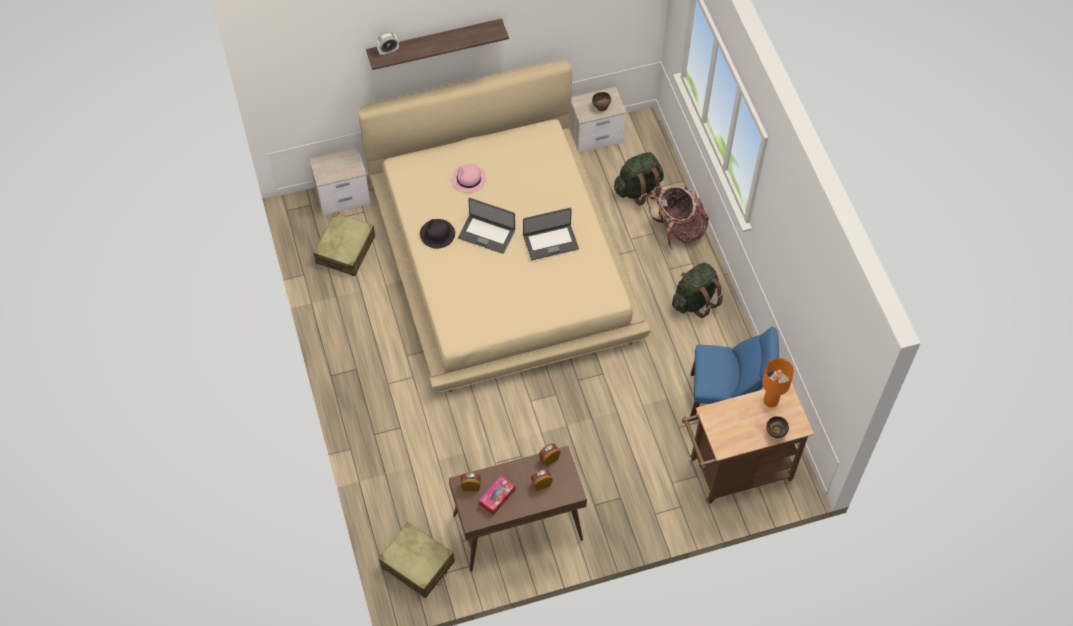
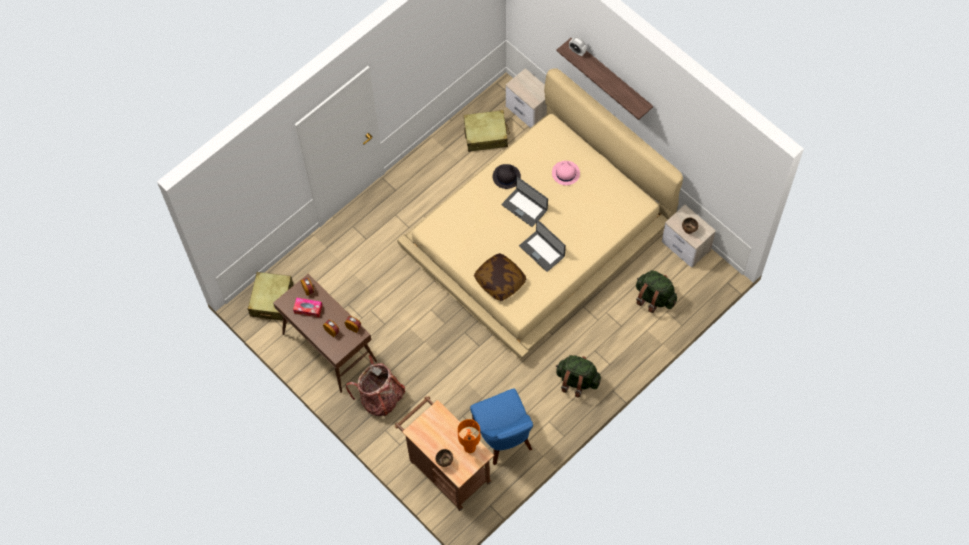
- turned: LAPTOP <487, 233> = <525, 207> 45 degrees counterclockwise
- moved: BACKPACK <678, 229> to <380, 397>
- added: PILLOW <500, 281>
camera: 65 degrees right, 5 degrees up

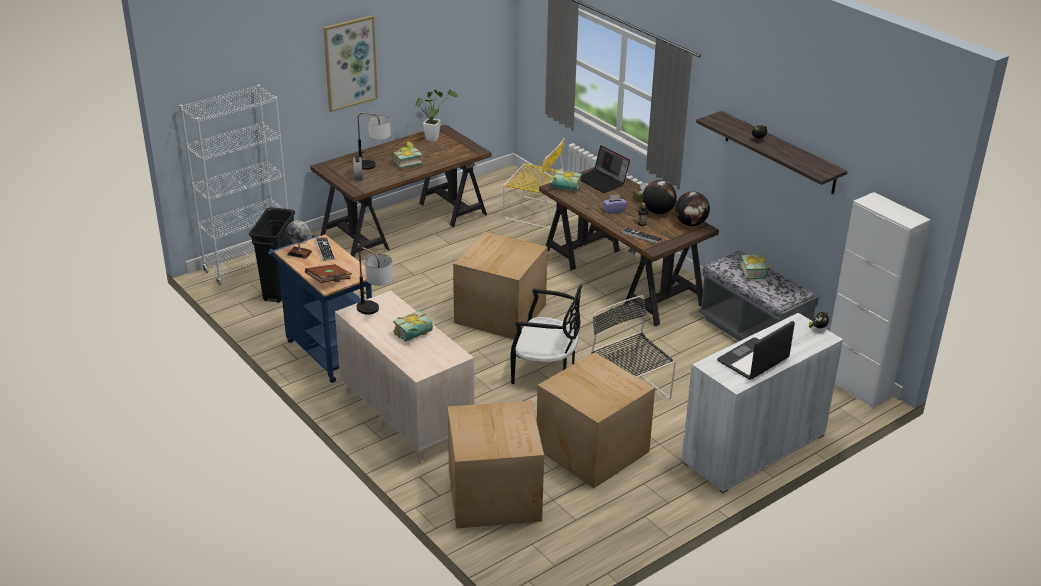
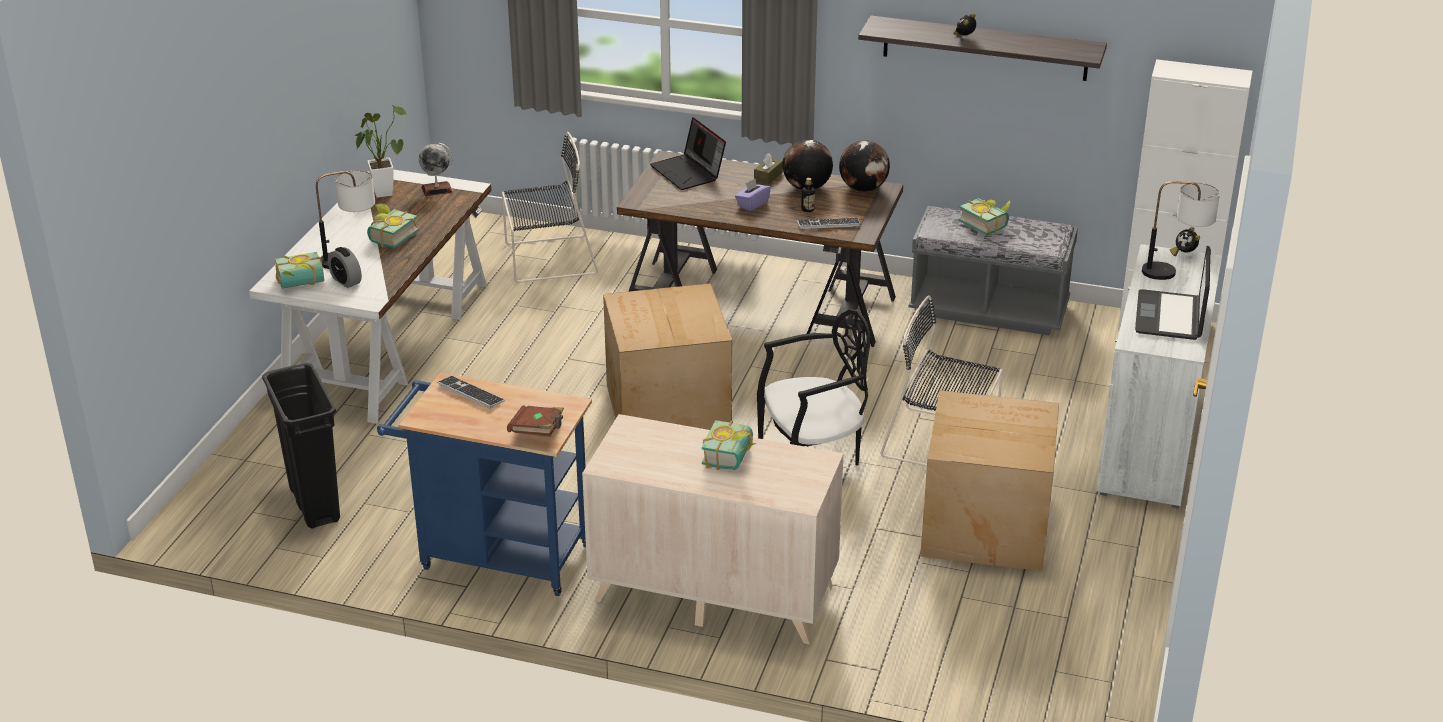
- removed: WHITE BOOKCASE <249, 266>
- moved: GLOBE <299, 253> to <437, 189>
- recoloured: BROWN DESK <404, 225> to WHITE DESK <387, 343>
- removed: PICTURE <350, 63>
- moved: TABLE LAMP <375, 312> to <1175, 273>
- removed: CARDBOARD BOX <495, 494>
- recoloured: YELLOW CHAIR <534, 212> to BLACK CHAIR <547, 259>
- moved: BOOK <565, 188> to <302, 284>
- turned: LAPTOP <602, 181> = <689, 172> 45 degrees clockwise
camera: 35 degrees left, 0 degrees up

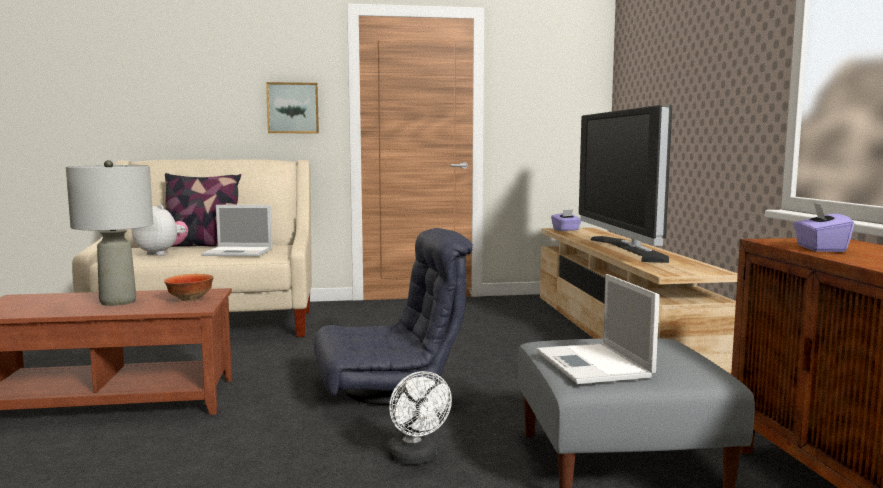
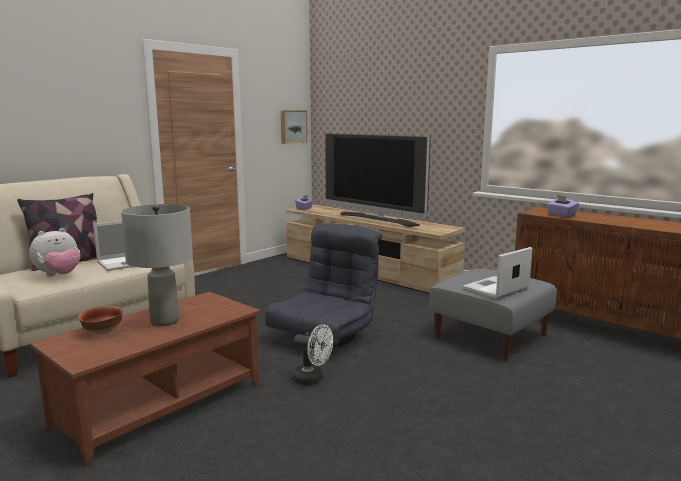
- turned: PLUSH TOY <161, 253> = <59, 275> 150 degrees clockwise
- moved: BOWL <190, 299> to <103, 331>
- moved: PICTURE <293, 108> to <293, 127>
- moved: WHITE FAN <416, 458> to <312, 379>
- turned: LAPTOP <594, 365> = <495, 288> 105 degrees clockwise
camera: 40 degrees left, 5 degrees up

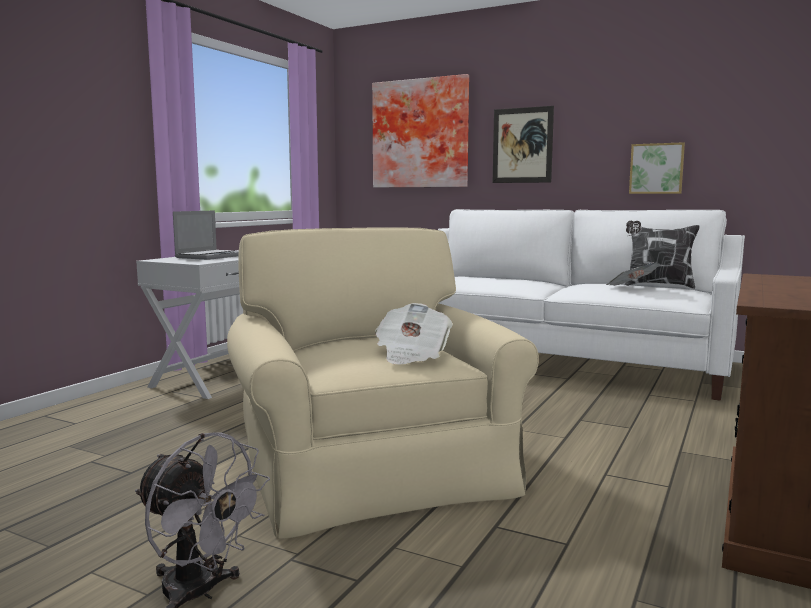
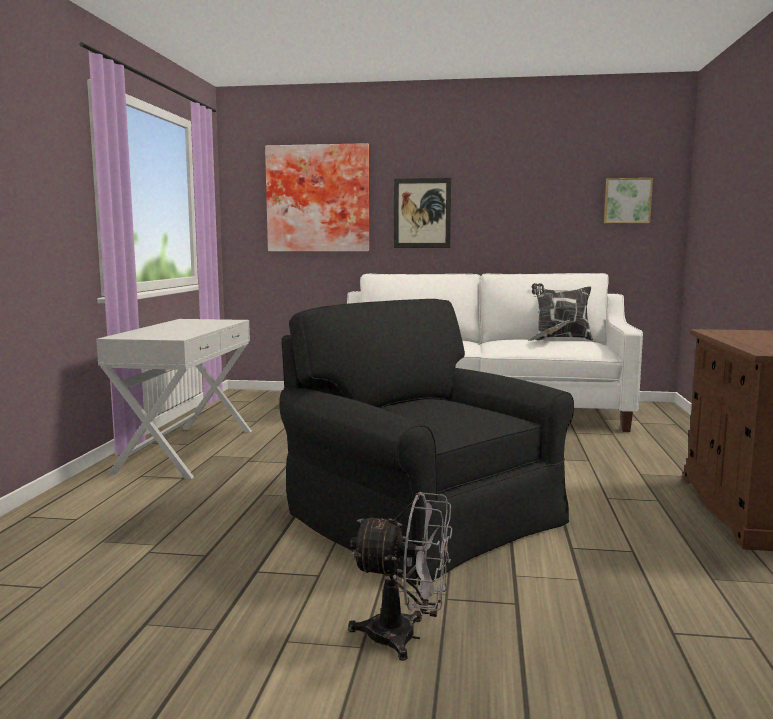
- removed: LAPTOP <211, 256>
- recoloured: BEIGE ARMCHAIR <370, 466> to BLACK ARMCHAIR <422, 517>
- removed: NEWSPAPER <411, 355>
- moved: PICTURE <656, 168> to <627, 201>
camera: 20 degrees left, 0 degrees up

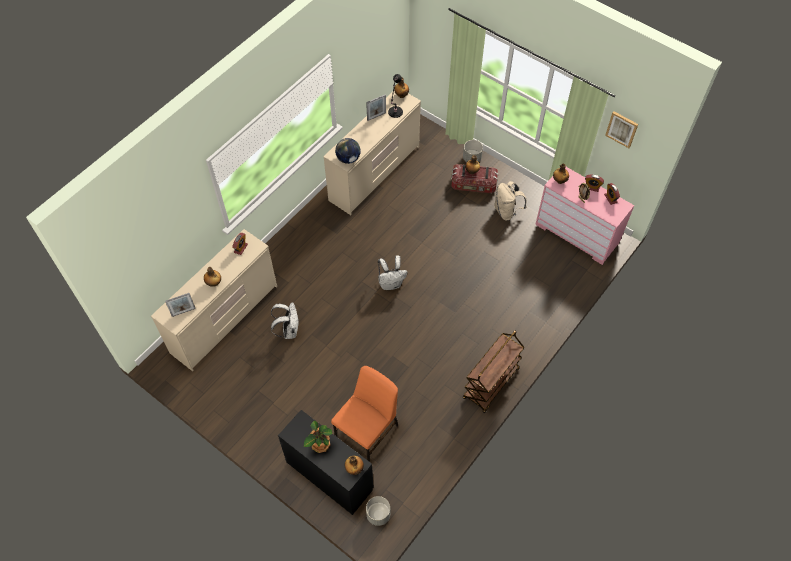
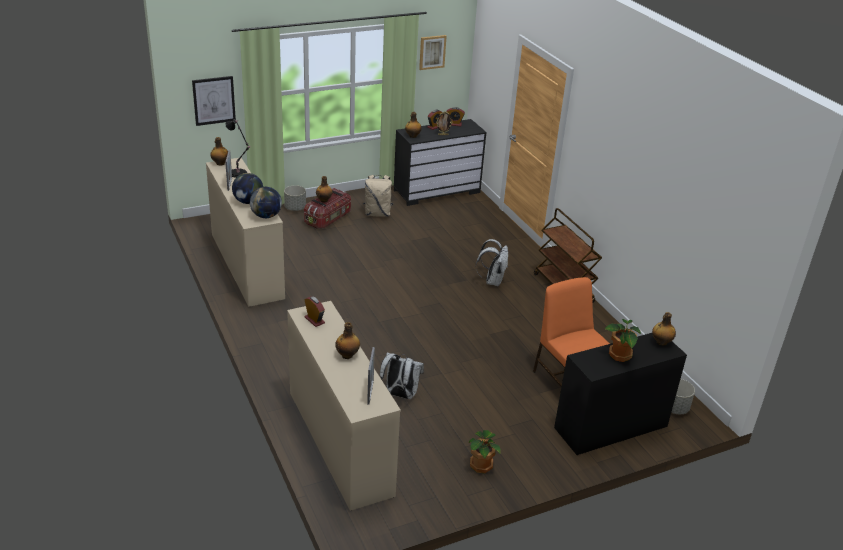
- moved: WHITE BACKPACK <391, 284> to <492, 281>
- recoloured: PINK DRESSER <577, 234> to BLACK DRESSER <437, 191>
- added: PICTURE <214, 100>
- added: GLOBE <248, 202>
- added: POTTED PLANT <482, 465>
camera: 65 degrees left, 25 degrees down

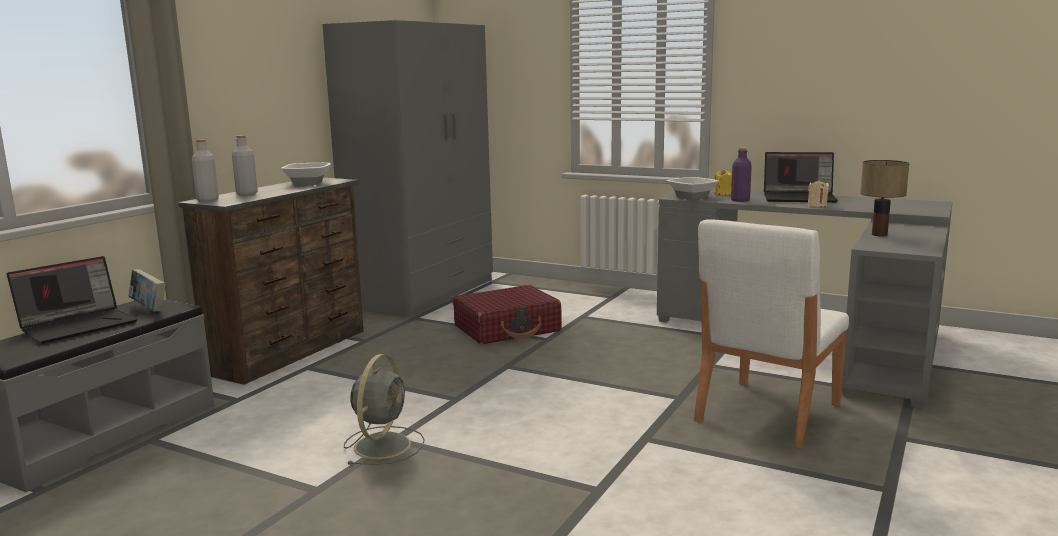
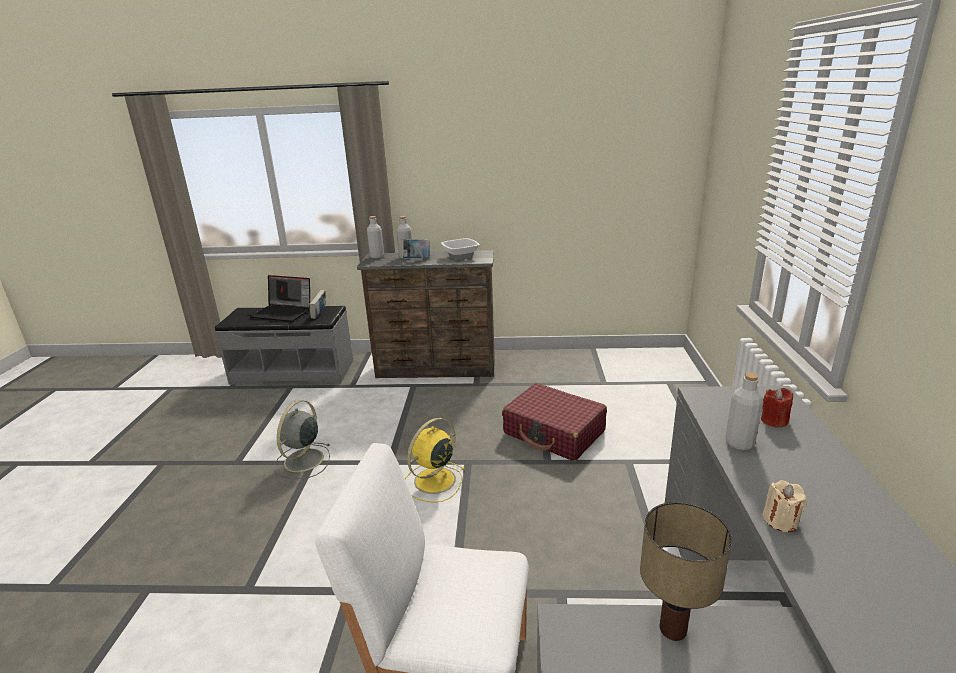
- removed: GREY WARDROBE <424, 293>
- turned: GREY FAN <383, 445> = <302, 461> 120 degrees clockwise
- removed: BOWL <692, 197>
- recoloured: YELLOW CANDLE <722, 193> to RED CANDLE <774, 421>
- recoloured: PURPLE BOTTLE <740, 200> to GREY BOTTLE <739, 443>
- removed: LAPTOP <800, 198>
- added: BOOK <416, 260>
- added: YELLOW FAN <433, 481>
camera: 65 degrees right, 10 degrees up

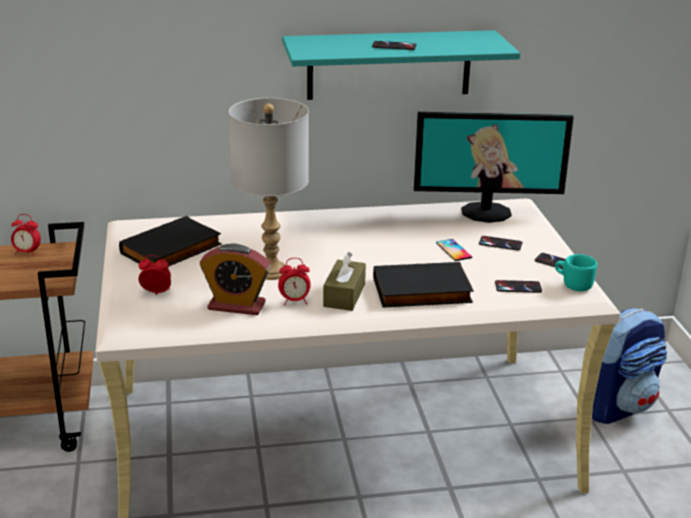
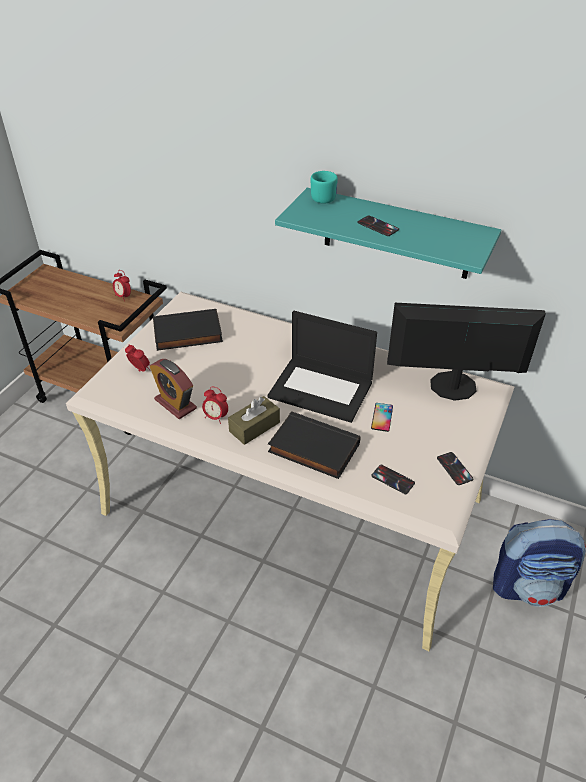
- removed: GREY TABLE LAMP <271, 272>
- turned: MONITOR <486, 212> = <452, 386> 150 degrees clockwise
- removed: PHONE <500, 243>
- moved: TURQUOISE MUG <573, 284> to <322, 197>
- added: LAPTOP <322, 389>
camera: 35 degrees right, 15 degrees up

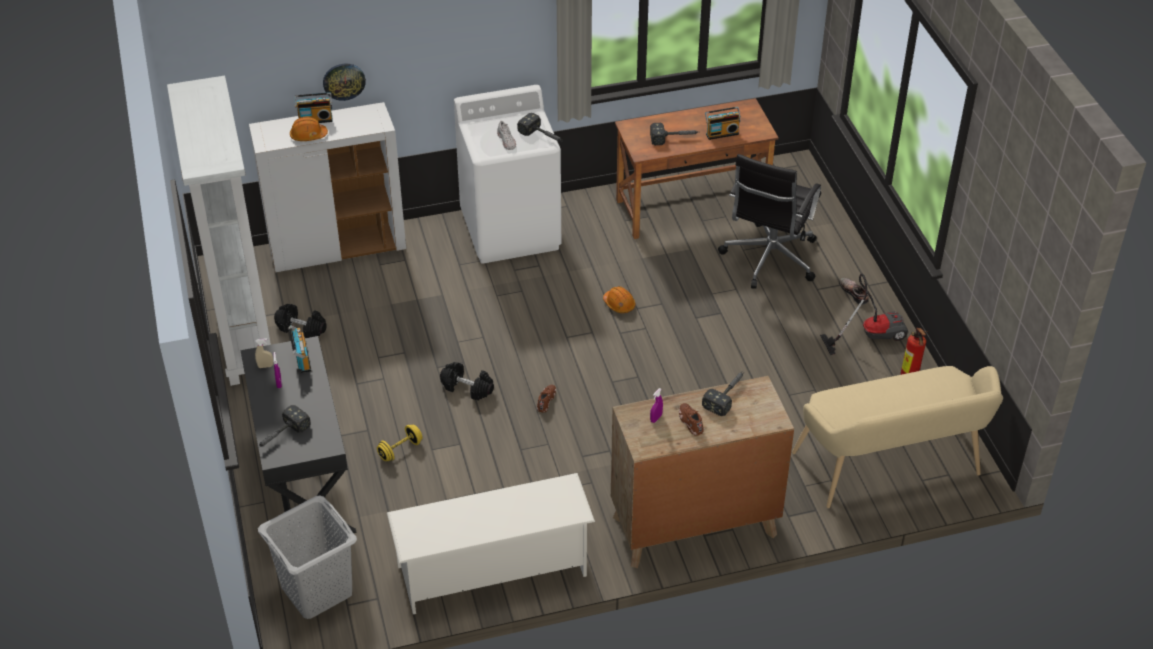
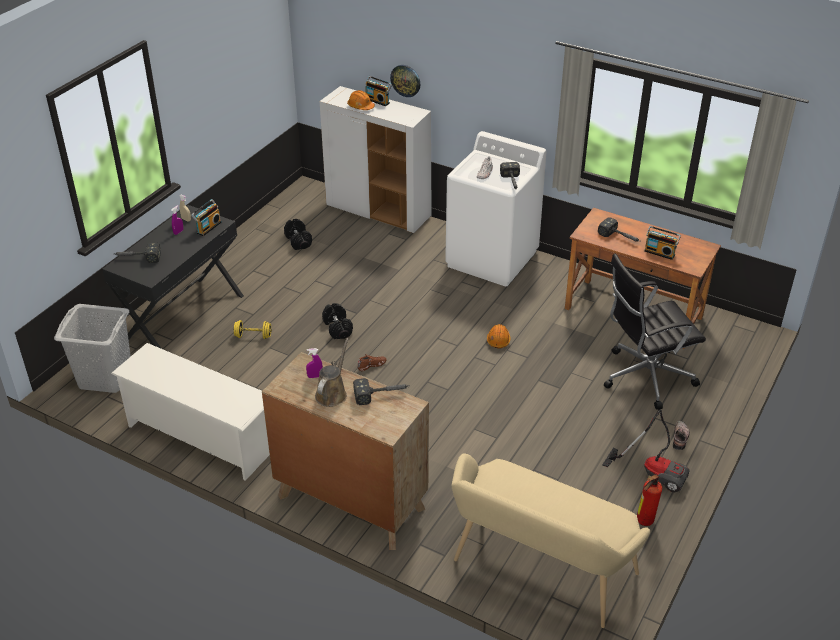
- removed: WHITE BOOKCASE <243, 334>
- replaced: BROWN SHOE <690, 421> to BROWN WATERING CAN <332, 393>
camera: 45 degrees right, 5 degrees down

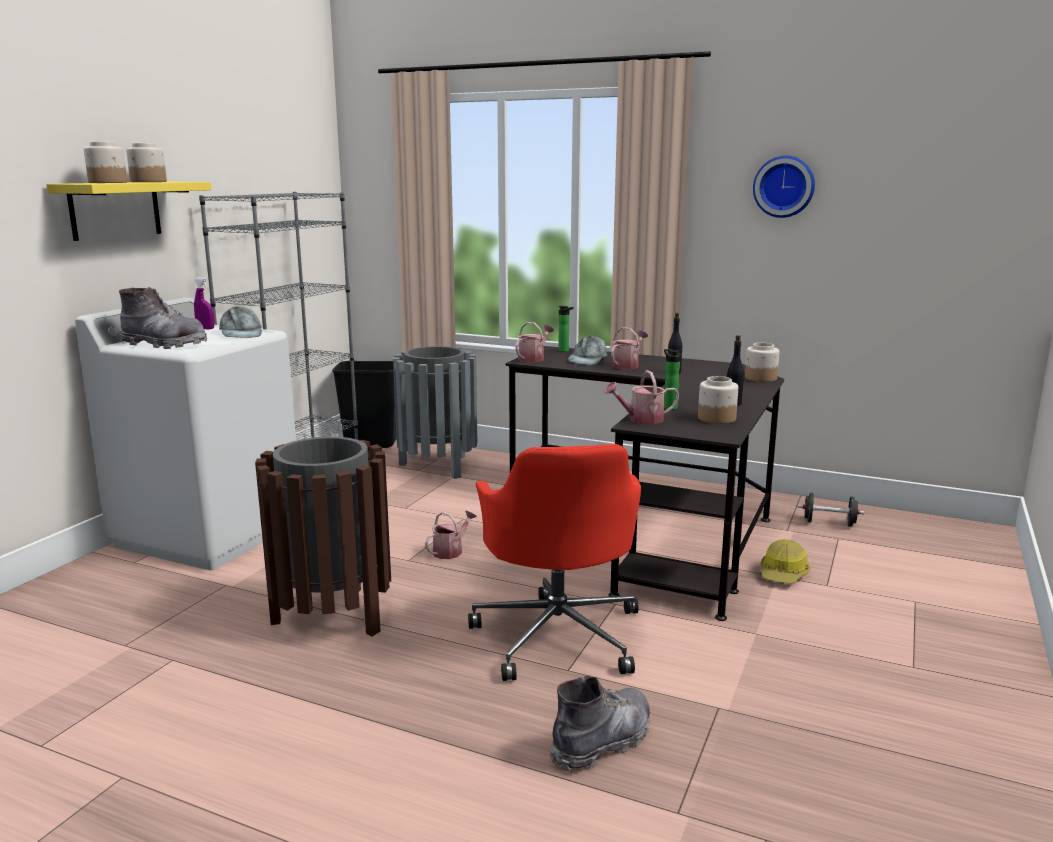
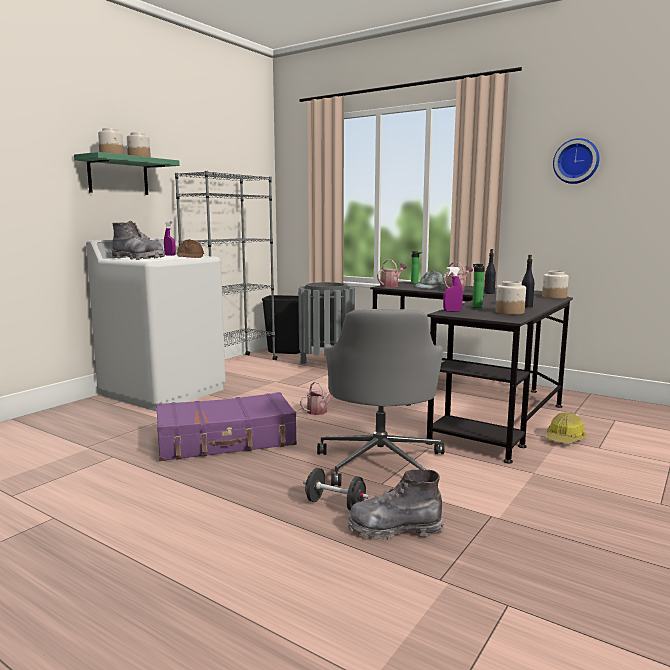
- recoloured: YELLOW SHELF <115, 209> to GREEN SHELF <118, 176>
- recoloured: GREY CAP <241, 333> to BROWN CAP <190, 256>
- replaced: BROWN TRASH CAN <333, 616> to PURPLE SUITCASE <226, 441>
- recoloured: RED OFFICE CHAIR <558, 634> to GREY OFFICE CHAIR <381, 462>
- turned: GREY BOOT <603, 742> = <394, 529> 150 degrees counterclockwise
- replaced: WATERING CAN <641, 420> to PURPLE SPRAY BOTTLE <452, 311>
- moved: BLACK DUMBBELL <829, 523> to <335, 504>
camera: 10 degrees right, 5 degrees down

